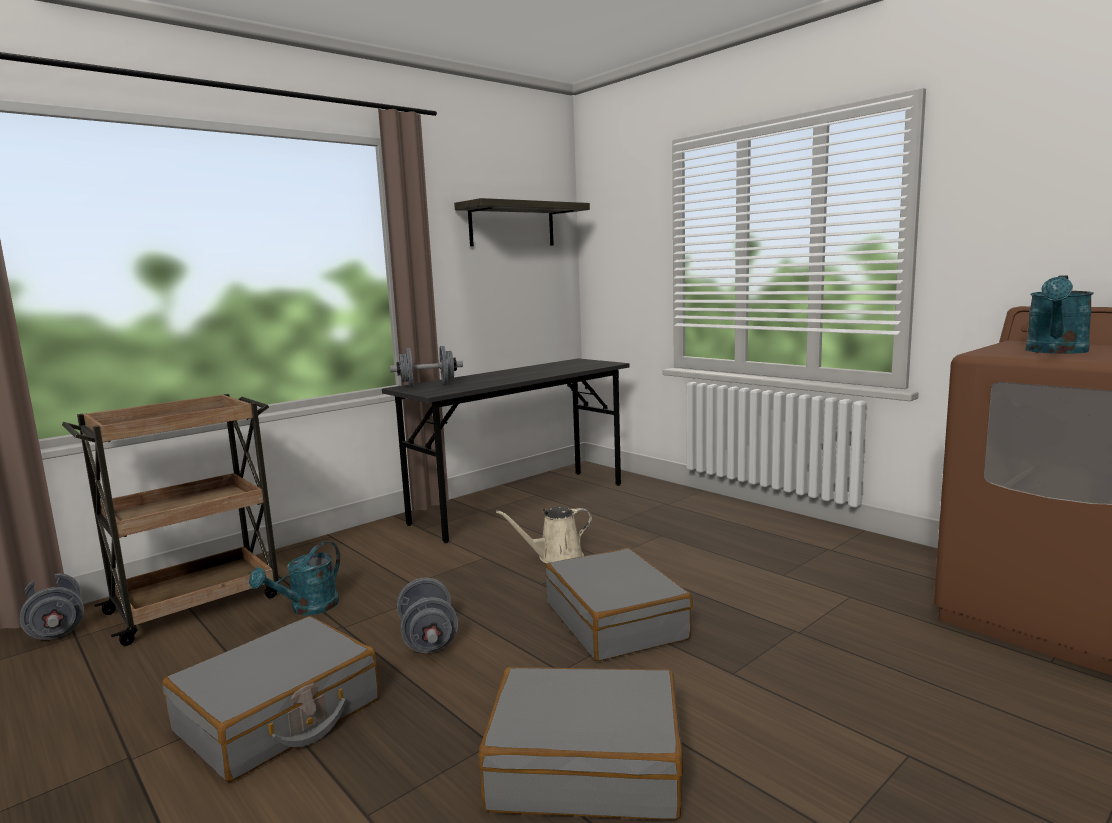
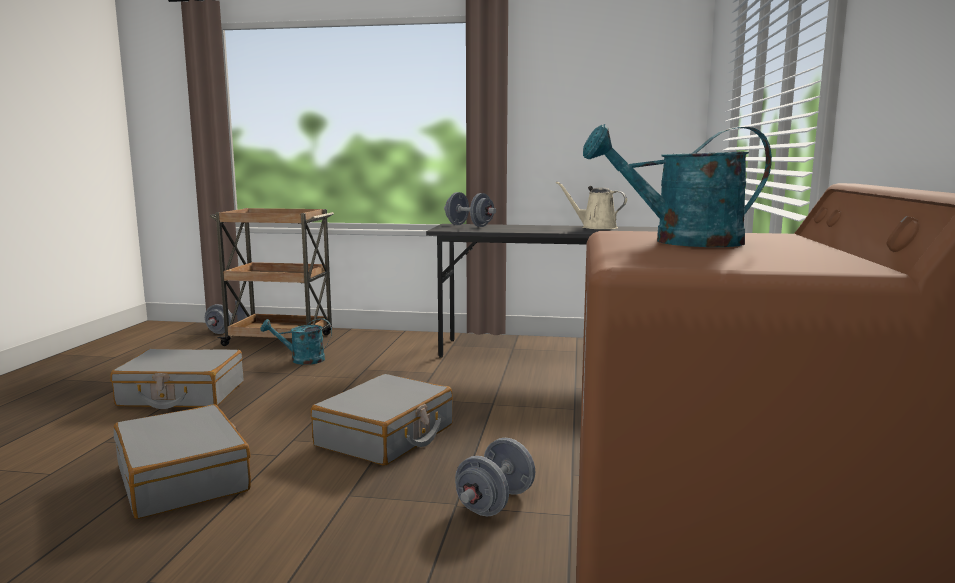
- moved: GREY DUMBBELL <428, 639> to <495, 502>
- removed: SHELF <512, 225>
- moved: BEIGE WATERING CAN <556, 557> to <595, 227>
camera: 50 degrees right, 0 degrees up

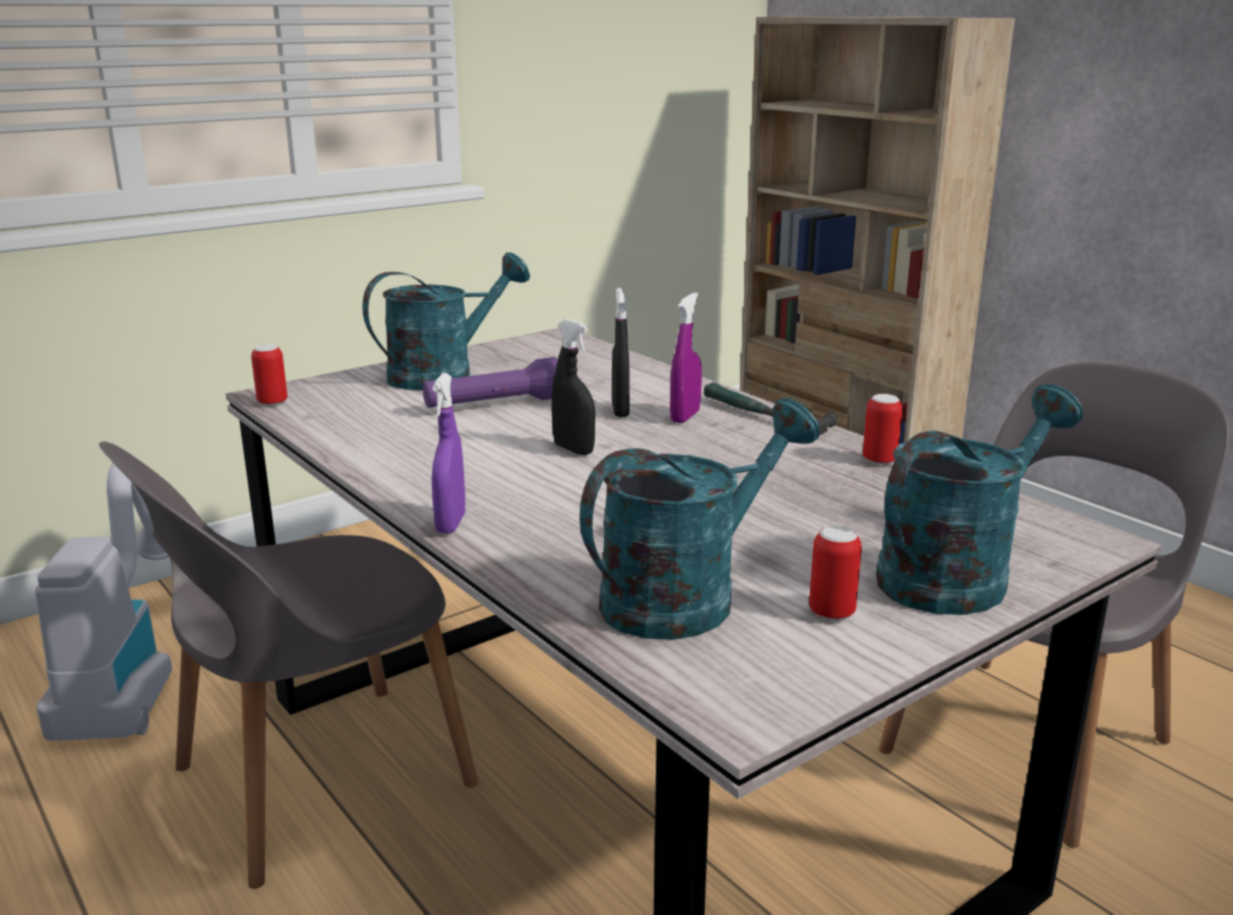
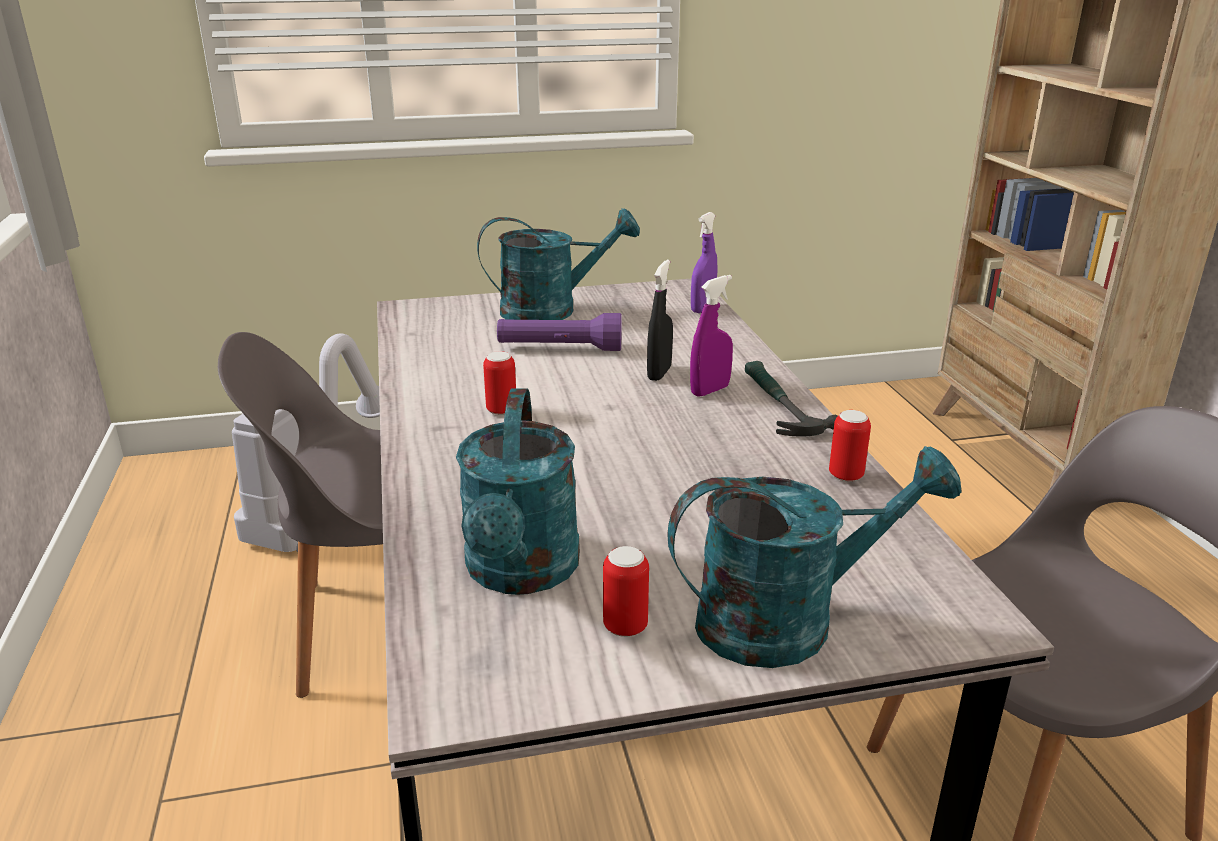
- moved: CAN <272, 403> to <501, 410>
- moved: PURPLE SPRAY BOTTLE <451, 524> to <703, 309>
- removed: BLACK SPRAY BOTTLE <573, 449>
- turned: TURQUOISE WATERING CAN <686, 595> = <521, 573> 105 degrees clockwise
camera: 25 degrees right, 5 degrees up

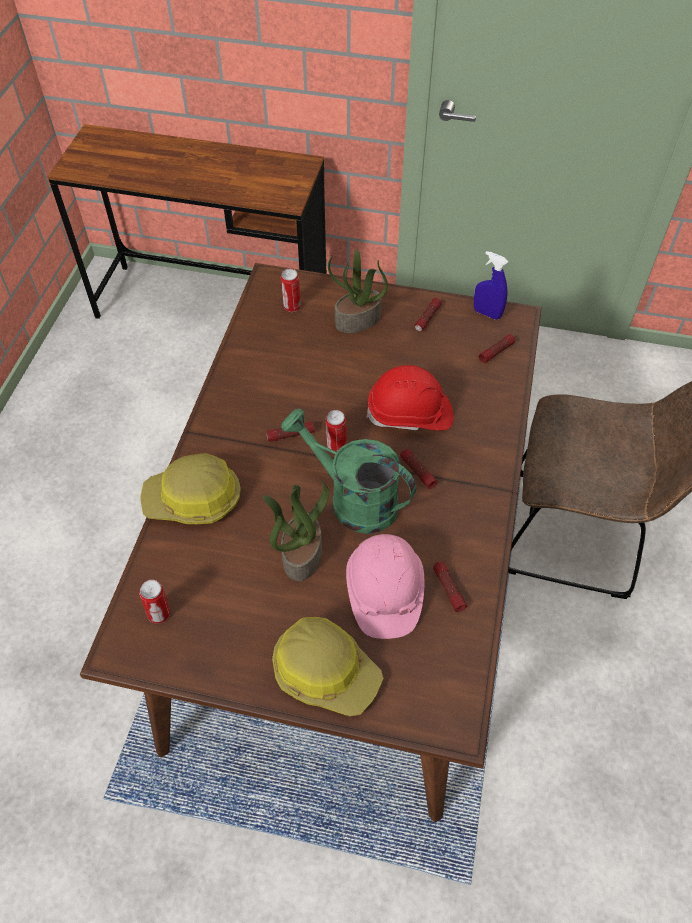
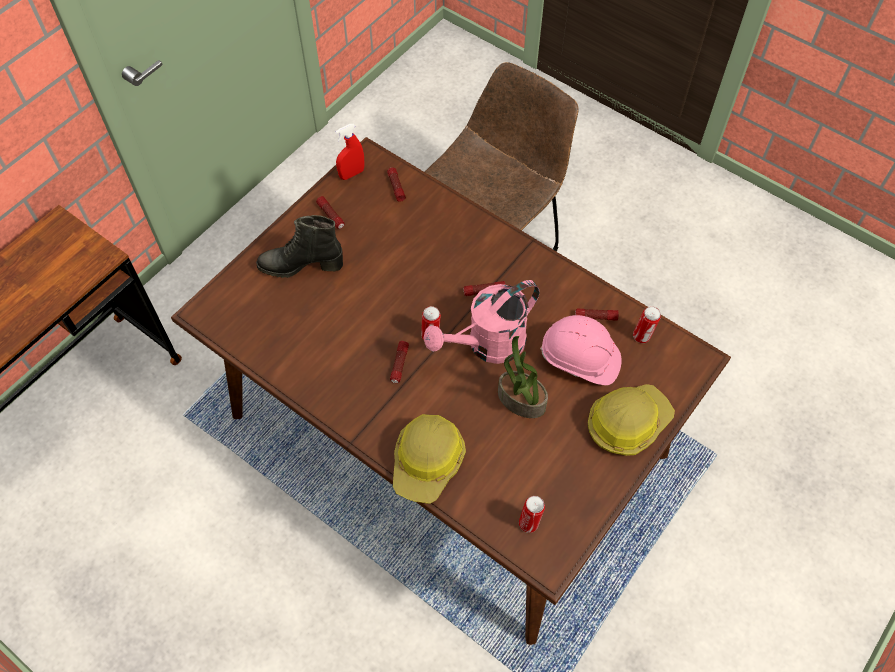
- moved: CAN <292, 307> to <642, 337>
- recoloured: GREEN WATERING CAN <353, 499> to PINK WATERING CAN <487, 345>
- replaced: POTTED PLANT <357, 321> to BLACK BOOT <301, 265>
- removed: RED HARD HAT <410, 414>
- recoloured: BLUE SPRAY BOTTLE <487, 313> to RED SPRAY BOTTLE <352, 174>
camera: 65 degrees left, 5 degrees up

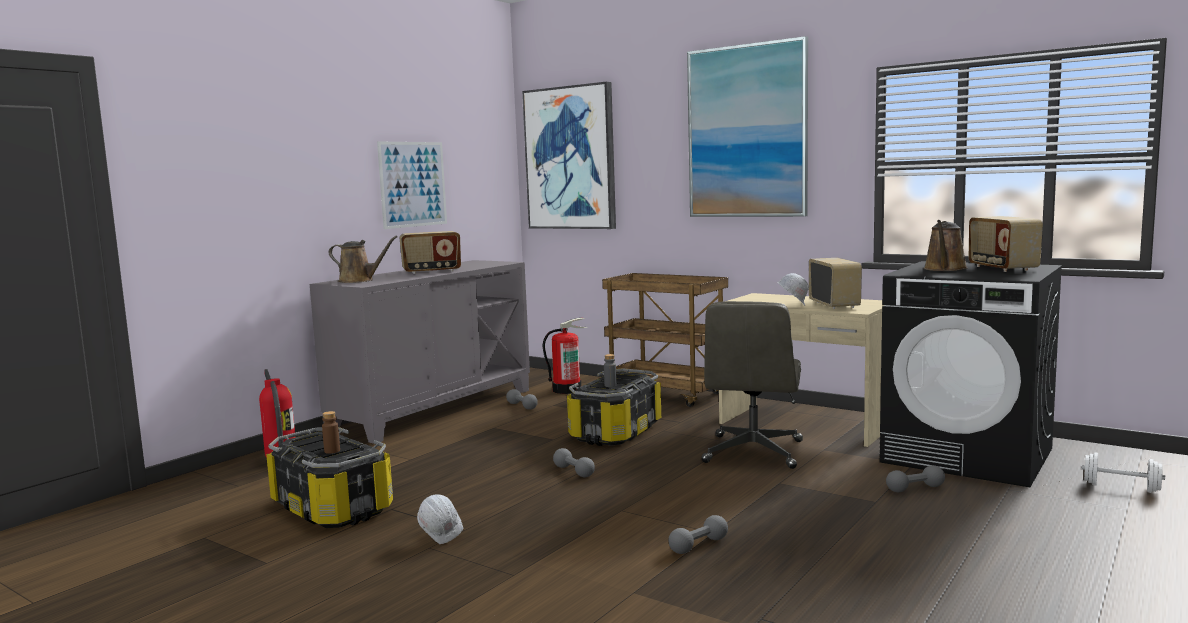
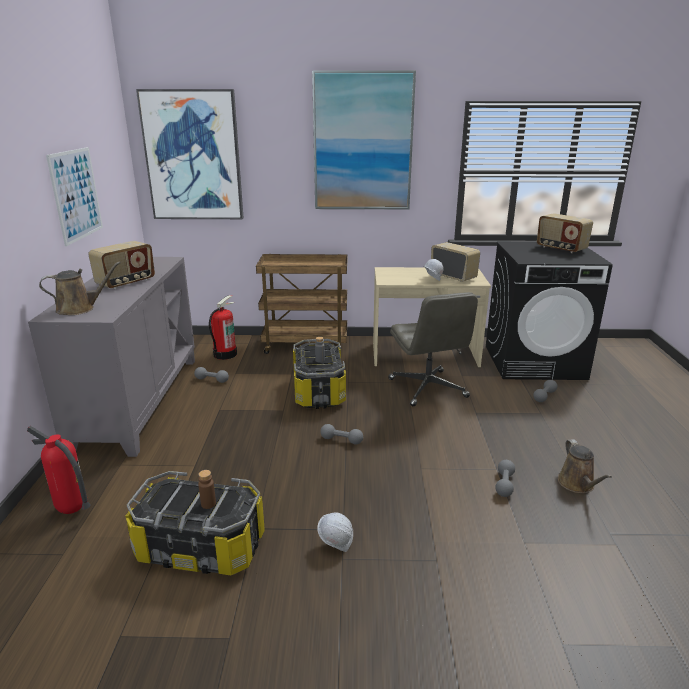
- moved: BROWN WATERING CAN <945, 269> to <578, 484>
- removed: WHITE DUMBBELL <1121, 488>
camera: 35 degrees left, 15 degrees up

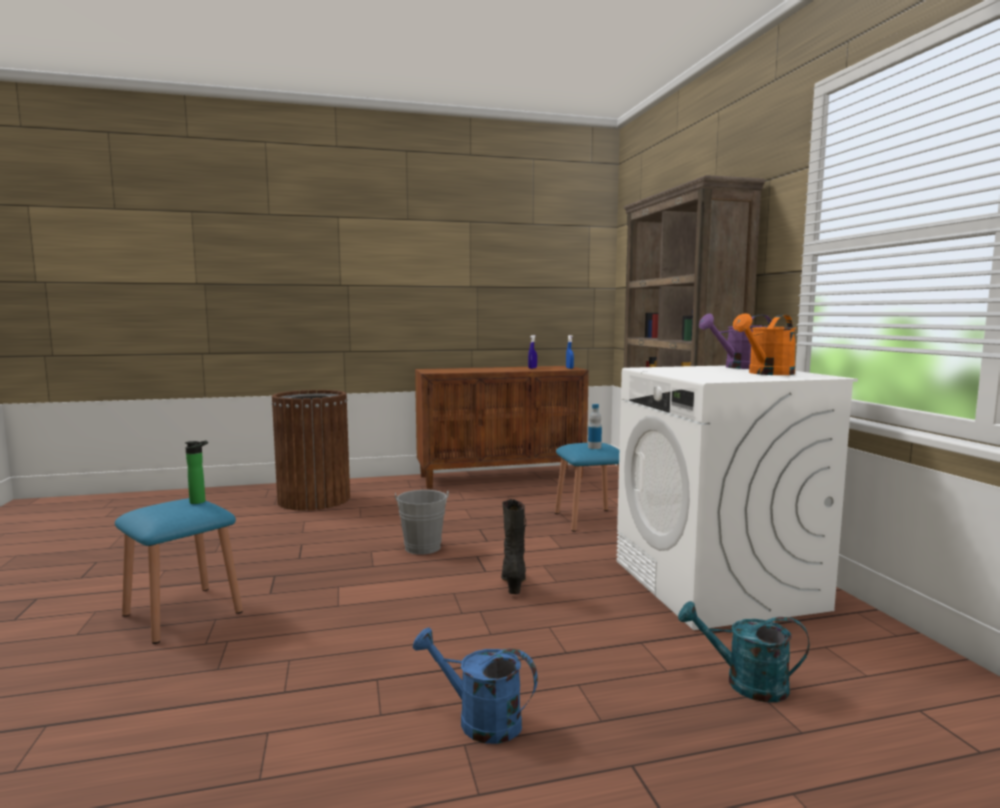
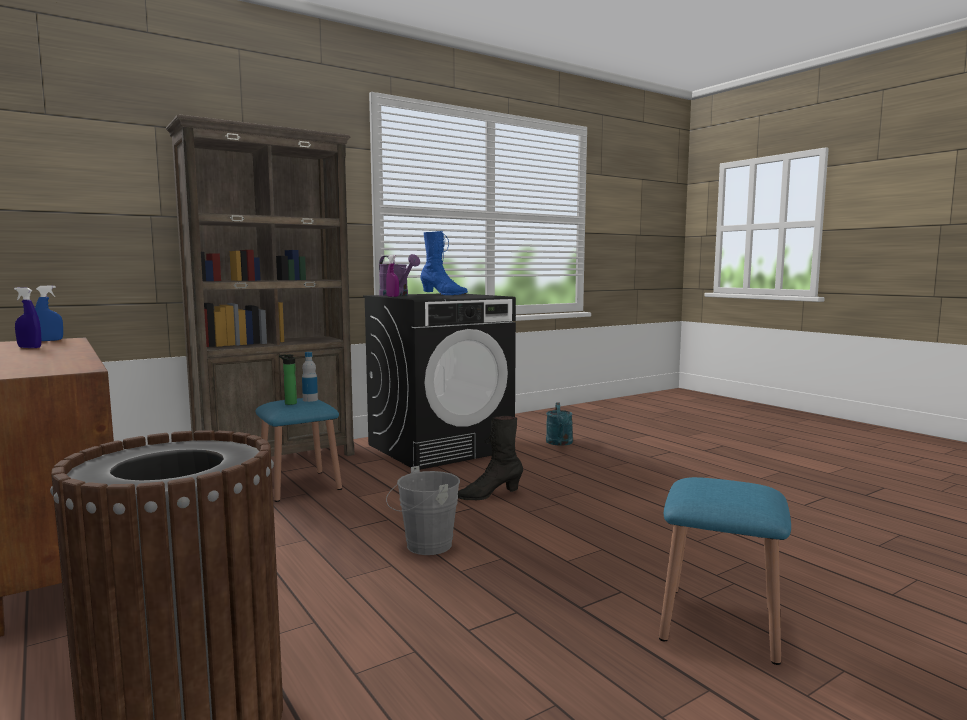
- moved: BOTTLE <200, 501> to <289, 403>
- removed: BLUE WATERING CAN <479, 720>
- recoloured: WHITE WASHING MACHINE <716, 585> to BLACK WASHING MACHINE <440, 447>
- replaced: ORANGE WATERING CAN <766, 373> to BLUE BOOT <443, 294>
- added: PURPLE SPRAY BOTTLE <392, 296>
camera: 110 degrees left, 0 degrees up

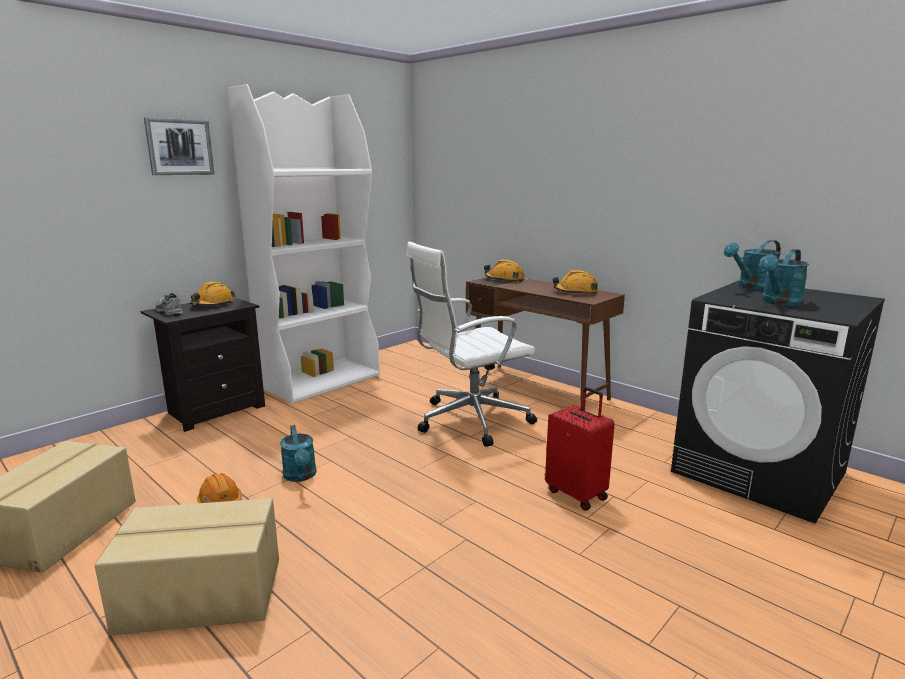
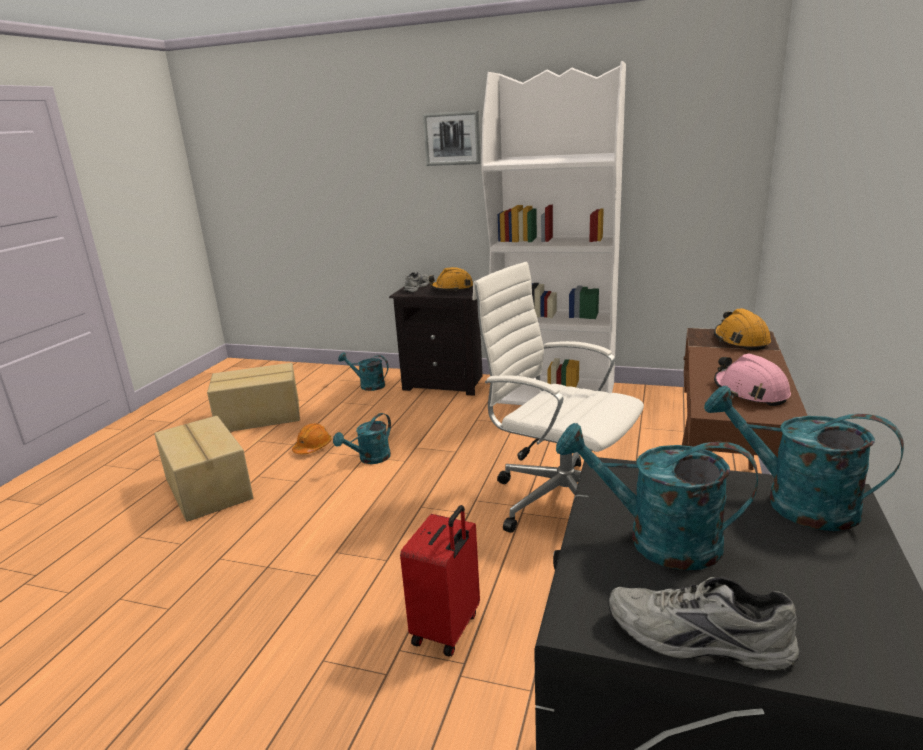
- recoloured: ORANGE HARD HAT <575, 292> to PINK HARD HAT <750, 392>
- added: TURQUOISE WATERING CAN <368, 385>
- added: GREY SHOE <697, 641>
camera: 65 degrees right, 5 degrees up

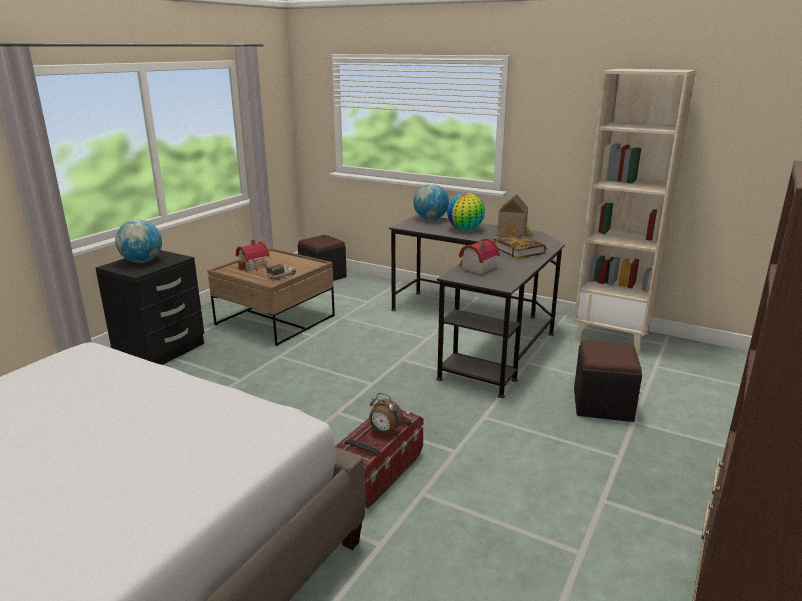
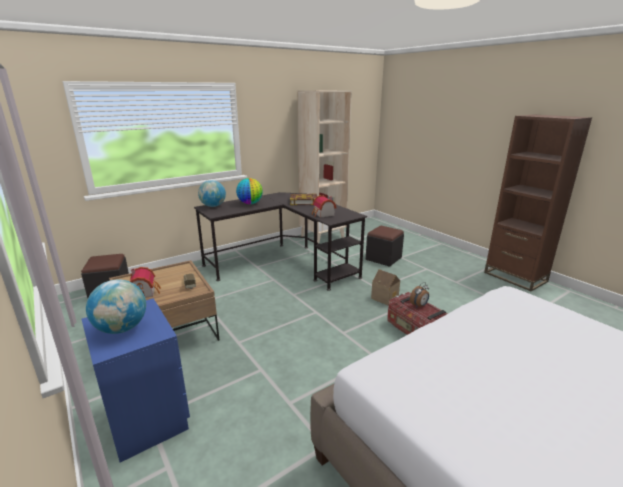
- recoloured: BLACK NIGHTSTAND <161, 351> to BLUE NIGHTSTAND <148, 416>
- moved: TOY HOUSE <513, 234> to <385, 297>
camera: 65 degrees left, 0 degrees up

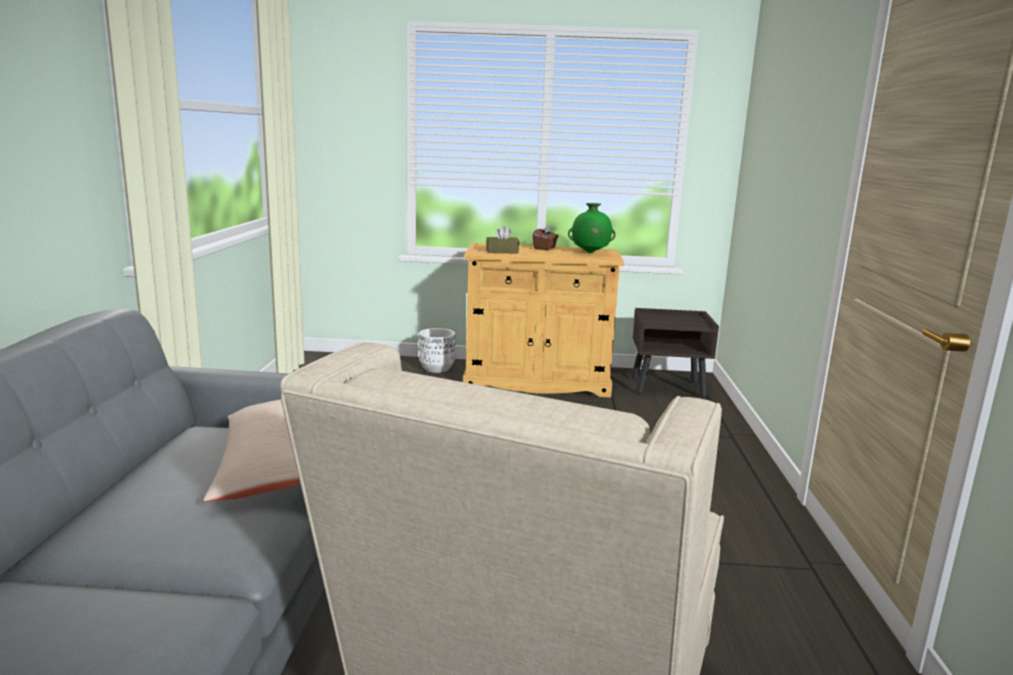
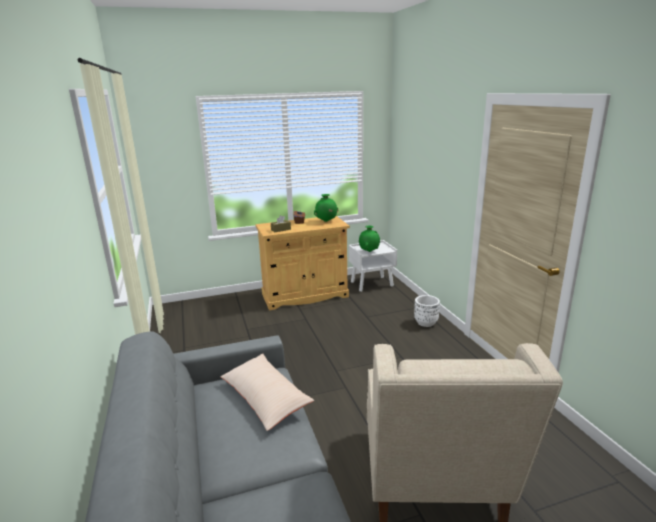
- moved: WHITE PLANTER <437, 368> to <426, 322>
- recoloured: BROWN NIGHTSTAND <668, 387> to WHITE NIGHTSTAND <372, 284>
- added: GREEN VASE <369, 251>
camera: 20 degrees left, 5 degrees up

